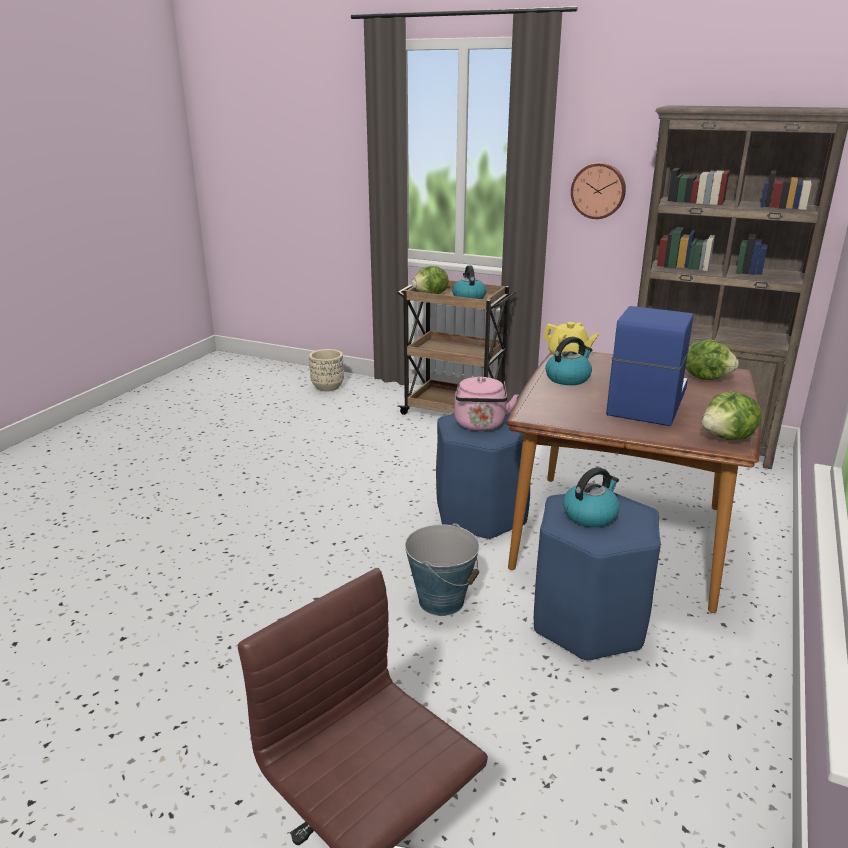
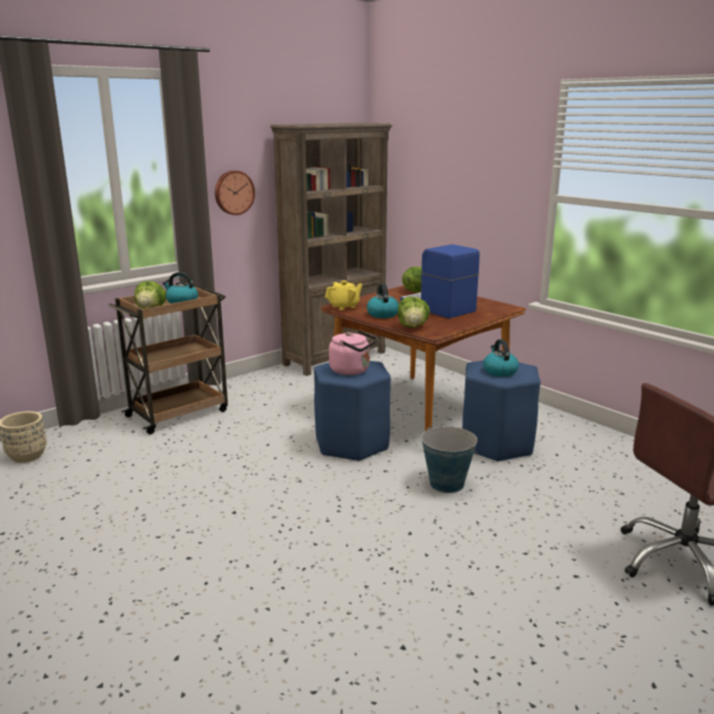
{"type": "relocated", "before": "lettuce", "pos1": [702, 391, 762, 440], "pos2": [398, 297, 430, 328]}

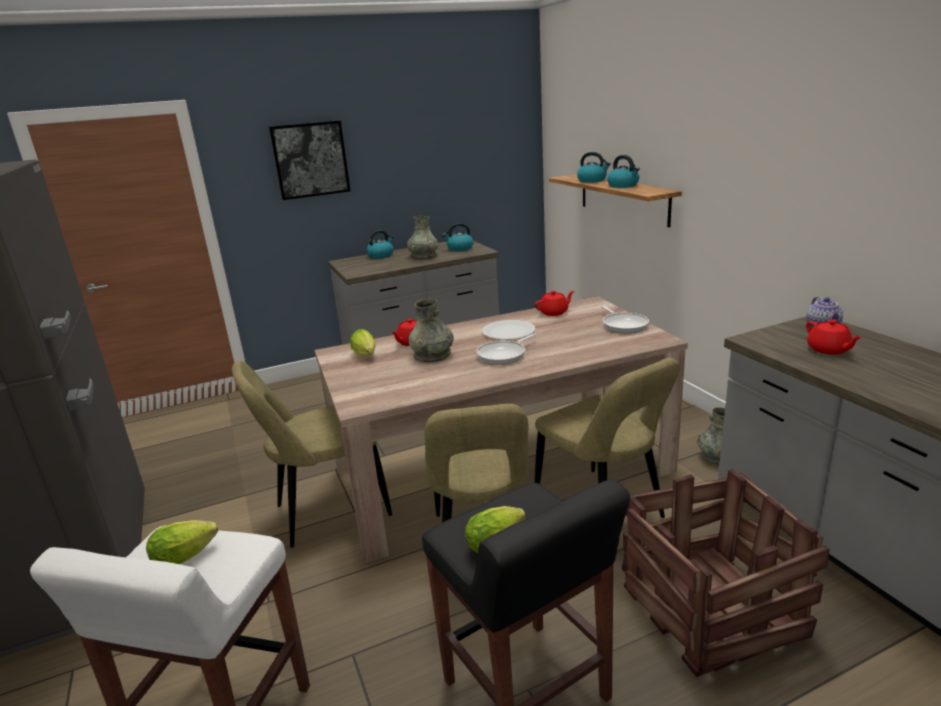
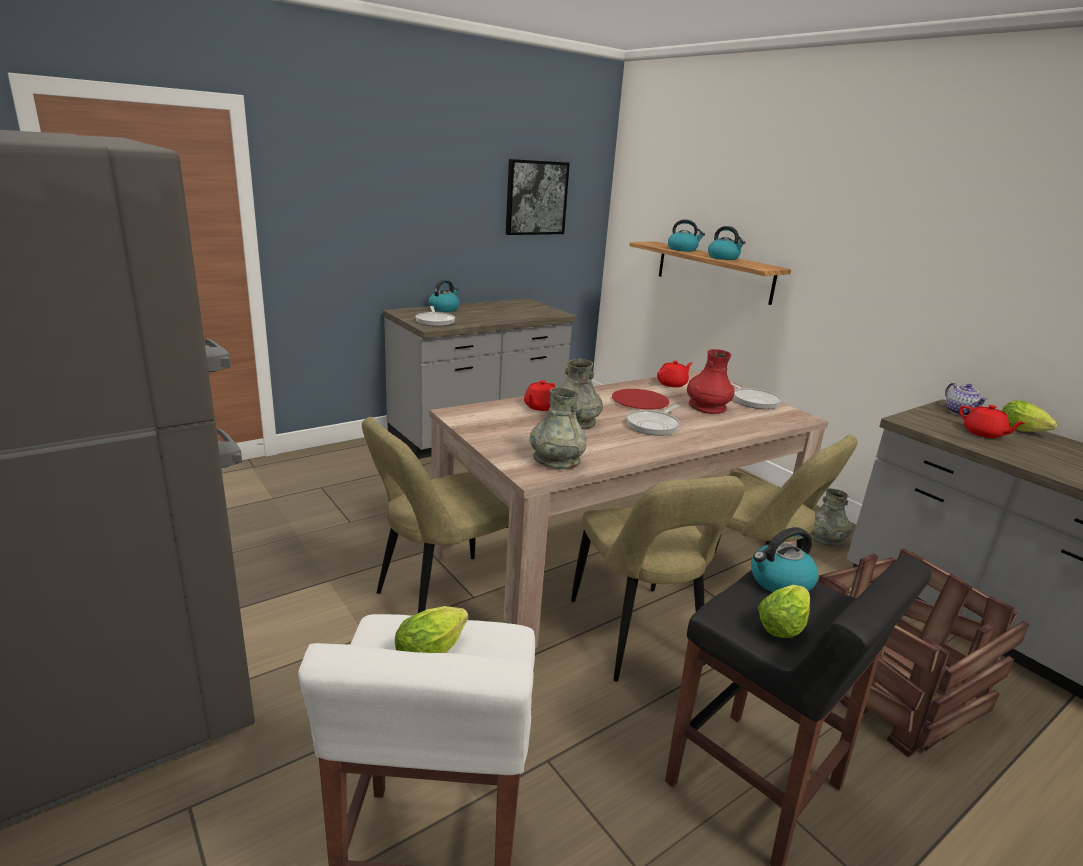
{"type": "relocated", "before": "picture", "pos1": [269, 120, 351, 200], "pos2": [506, 159, 570, 235]}
{"type": "relocated", "before": "lettuce", "pos1": [350, 329, 376, 356], "pos2": [1002, 400, 1057, 432]}
{"type": "relocated", "before": "gray flower vase", "pos1": [407, 216, 438, 259], "pos2": [529, 387, 587, 469]}
{"type": "relocated", "before": "water kettle", "pos1": [442, 223, 473, 251], "pos2": [751, 527, 819, 593]}
{"type": "colour", "before": "white flat dish", "after": "reddish flat dish", "pos1": [482, 320, 535, 340], "pos2": [612, 389, 669, 409]}
{"type": "appeared", "after": "frying pan", "pos2": [415, 306, 455, 326]}
{"type": "appeared", "after": "reddish flower vase", "pos2": [687, 349, 735, 414]}

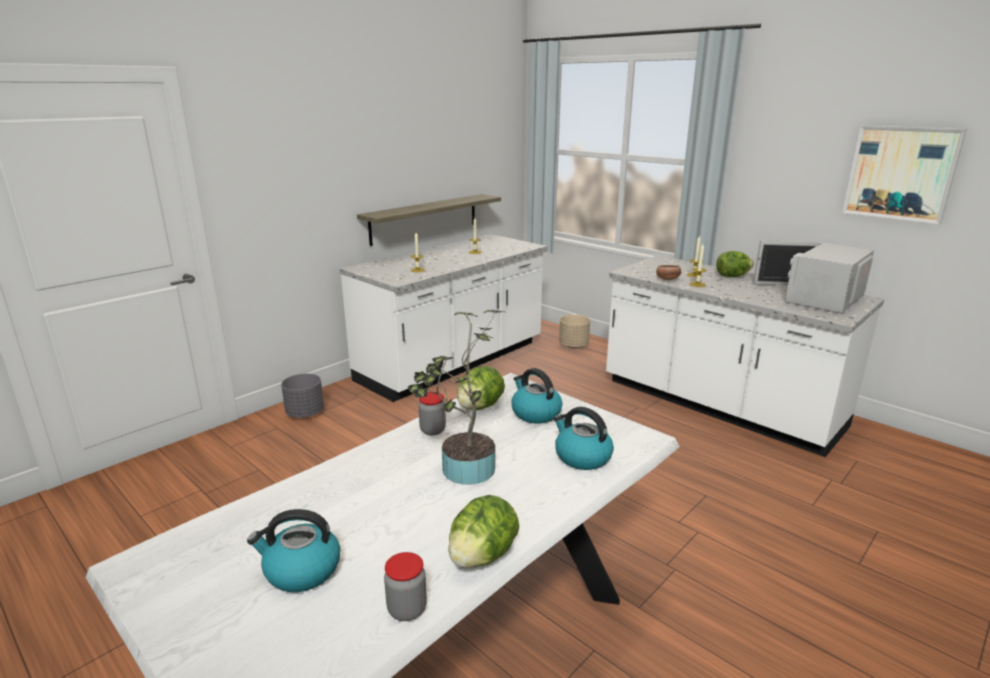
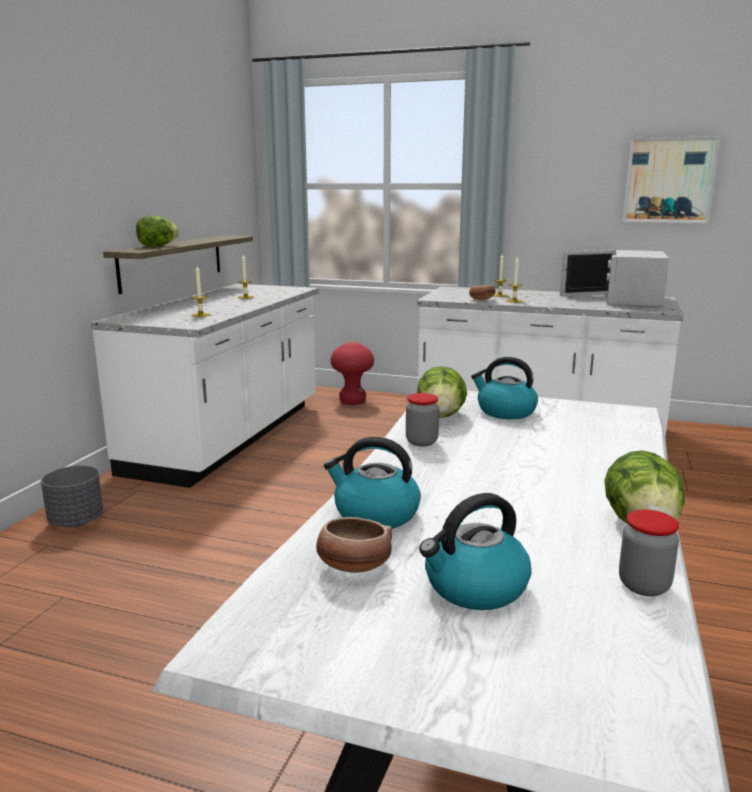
{"type": "missing", "before": "houseplant", "pos1": [408, 309, 505, 485]}
{"type": "relocated", "before": "water kettle", "pos1": [553, 407, 614, 470], "pos2": [324, 437, 421, 529]}
{"type": "exchanged", "before": "beige plant pot", "after": "reddish sitting stool", "pos1": [559, 314, 590, 348], "pos2": [330, 342, 374, 405]}
{"type": "relocated", "before": "lettuce", "pos1": [716, 251, 754, 277], "pos2": [136, 216, 179, 247]}
{"type": "appeared", "after": "bowl", "pos2": [316, 517, 392, 573]}

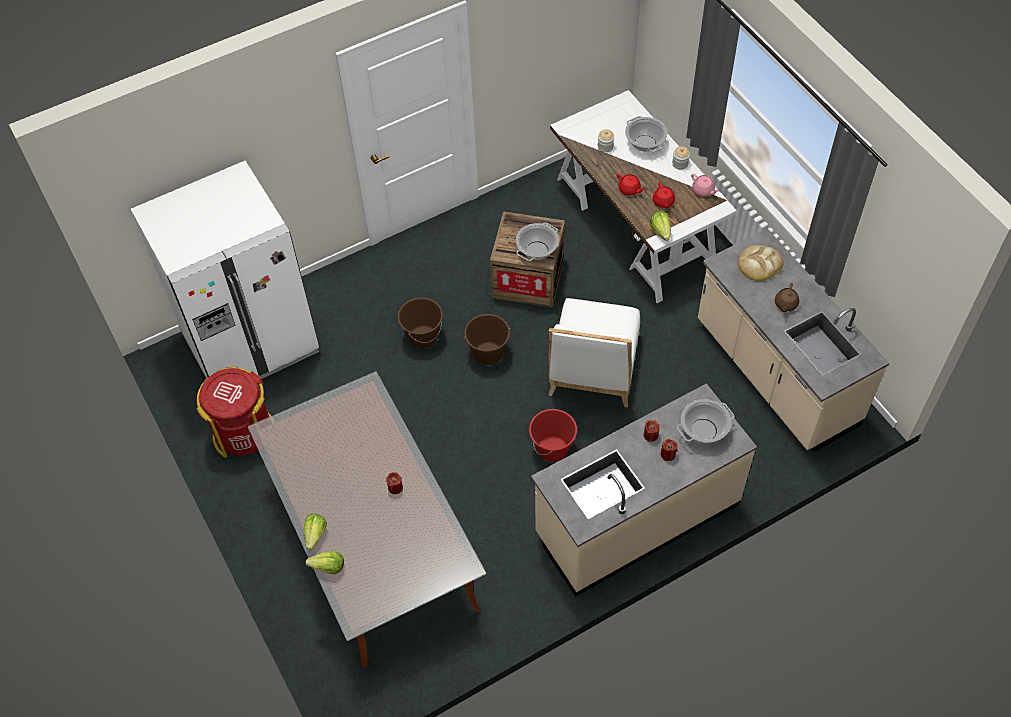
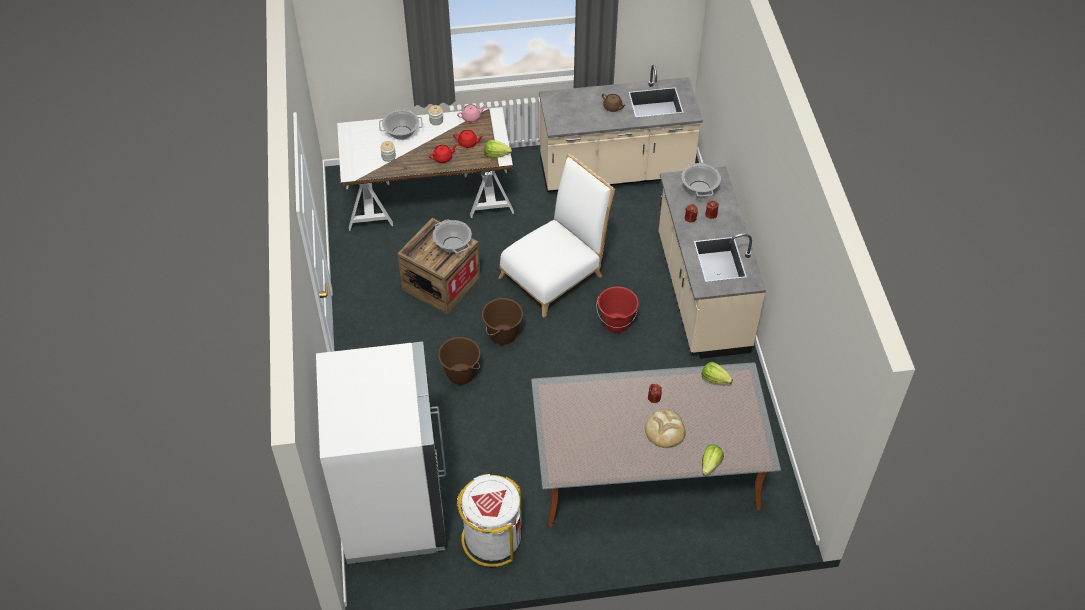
{"type": "colour", "before": "reddish rubbish bin", "after": "white rubbish bin", "pos1": [197, 367, 271, 458], "pos2": [457, 474, 522, 567]}
{"type": "relocated", "before": "lettuce", "pos1": [304, 514, 327, 551], "pos2": [701, 362, 733, 384]}
{"type": "spun", "before": "white chair", "pos1": [548, 298, 640, 407], "pos2": [499, 153, 615, 317], "turn": -75}
{"type": "relocated", "before": "bread", "pos1": [738, 245, 783, 281], "pos2": [645, 409, 686, 447]}

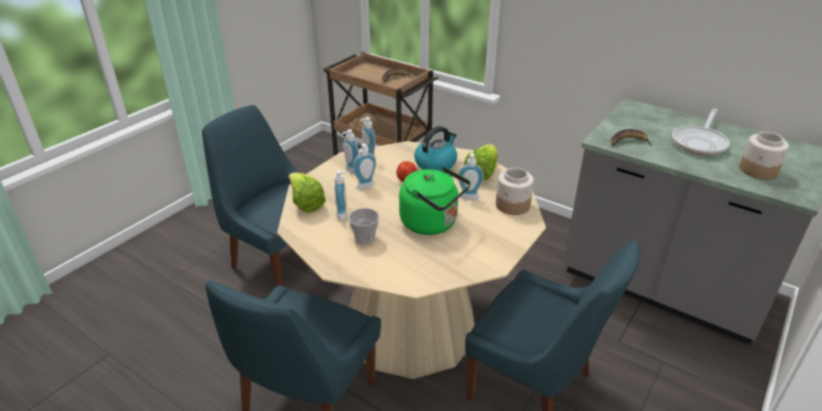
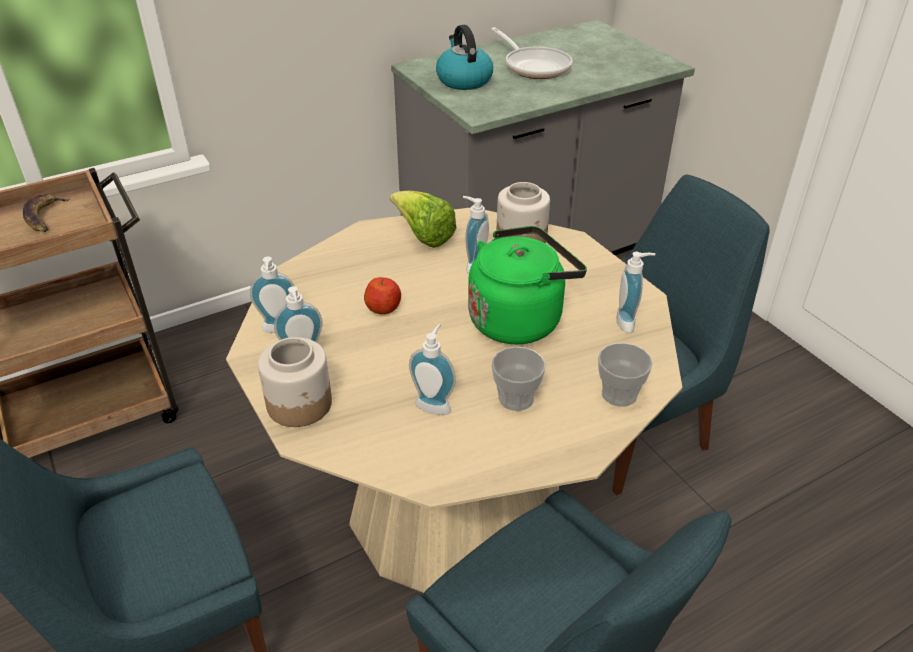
{"type": "missing", "before": "lettuce", "pos1": [288, 173, 326, 213]}
{"type": "relocated", "before": "liquid soap bottle", "pos1": [353, 144, 376, 189], "pos2": [616, 252, 655, 333]}
{"type": "relocated", "before": "water kettle", "pos1": [414, 126, 457, 171], "pos2": [436, 25, 493, 90]}
{"type": "missing", "before": "whole banana", "pos1": [611, 129, 653, 146]}
{"type": "relocated", "before": "jar", "pos1": [739, 132, 789, 180], "pos2": [258, 337, 332, 427]}
{"type": "appeared", "after": "drinking cup", "pos2": [598, 343, 653, 407]}

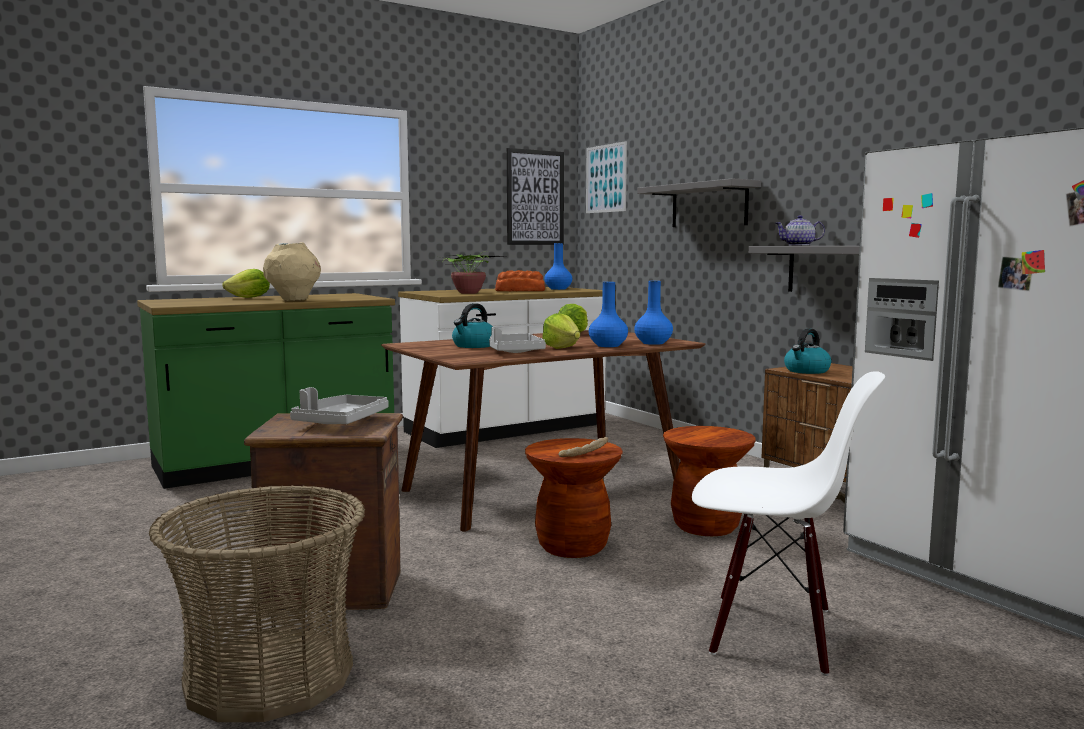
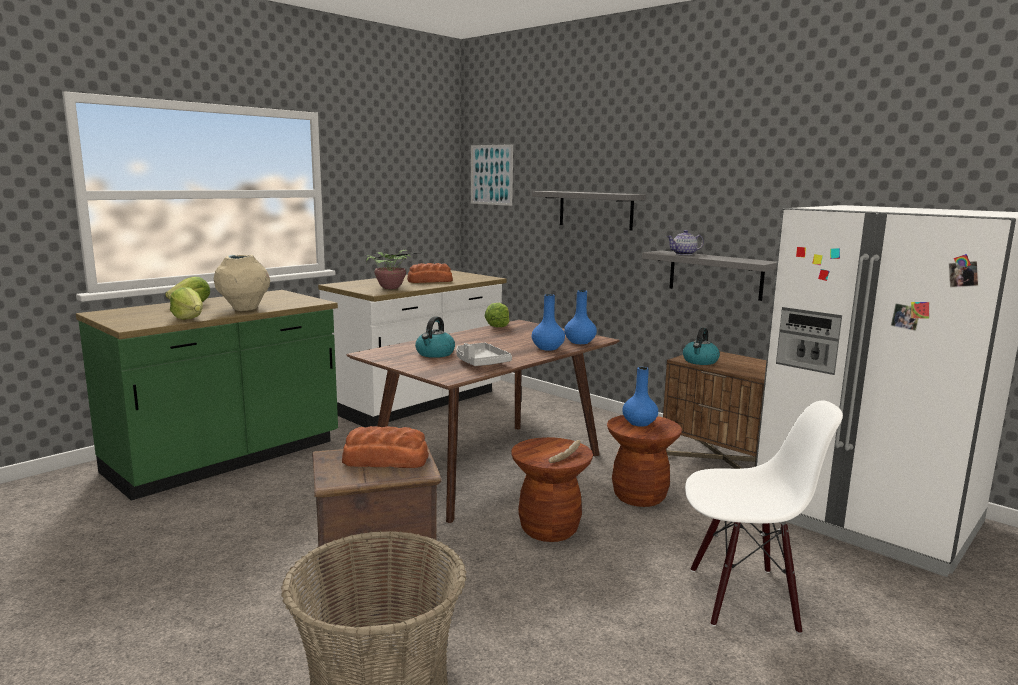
{"type": "exchanged", "before": "gray tray", "after": "bread", "pos1": [290, 387, 388, 424], "pos2": [342, 426, 429, 468]}
{"type": "missing", "before": "picture", "pos1": [507, 148, 564, 245]}
{"type": "relocated", "before": "lettuce", "pos1": [542, 313, 580, 349], "pos2": [170, 287, 203, 320]}
{"type": "relocated", "before": "blue flower vase", "pos1": [544, 243, 572, 290], "pos2": [622, 367, 658, 427]}

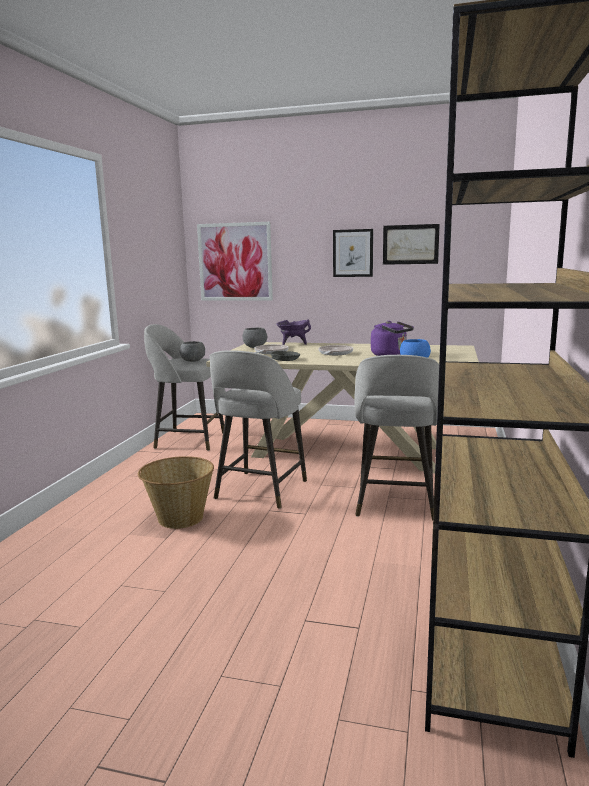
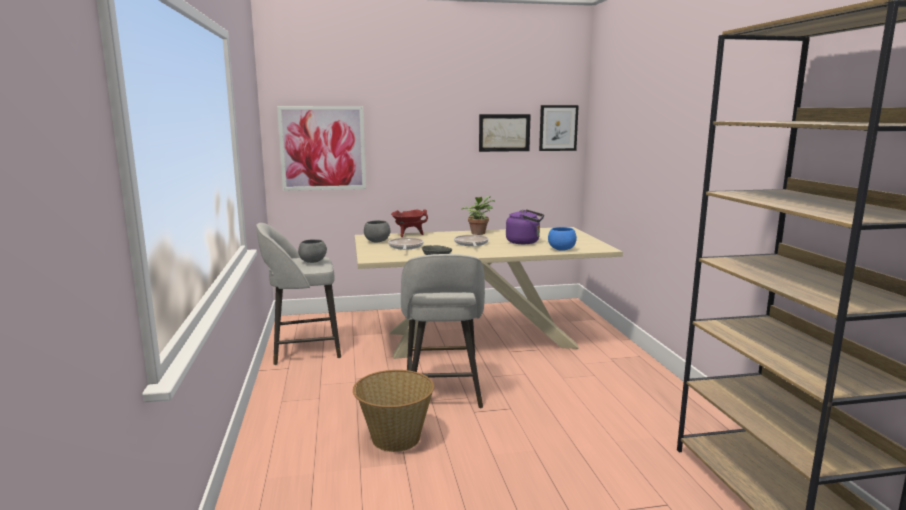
{"type": "colour", "before": "purplish stockpot", "after": "reddish stockpot", "pos1": [276, 319, 311, 345], "pos2": [391, 209, 428, 237]}
{"type": "relocated", "before": "picture", "pos1": [333, 229, 373, 277], "pos2": [539, 105, 579, 151]}
{"type": "missing", "before": "gray sitting stool", "pos1": [354, 355, 439, 520]}
{"type": "appeared", "after": "houseplant", "pos2": [462, 196, 495, 235]}

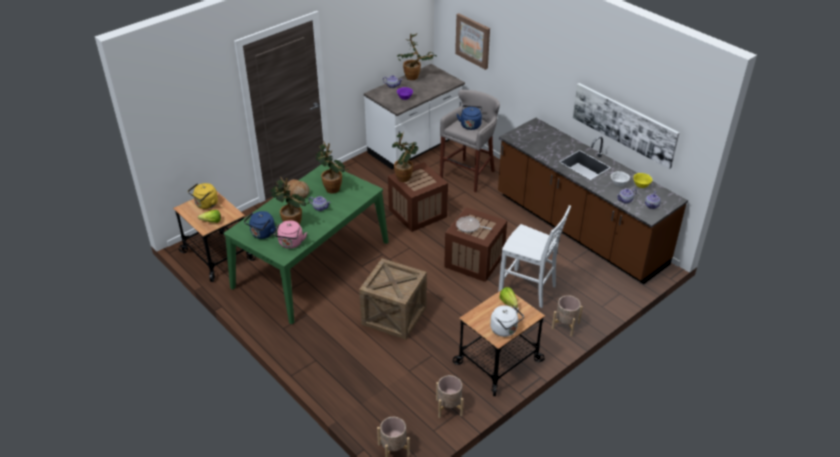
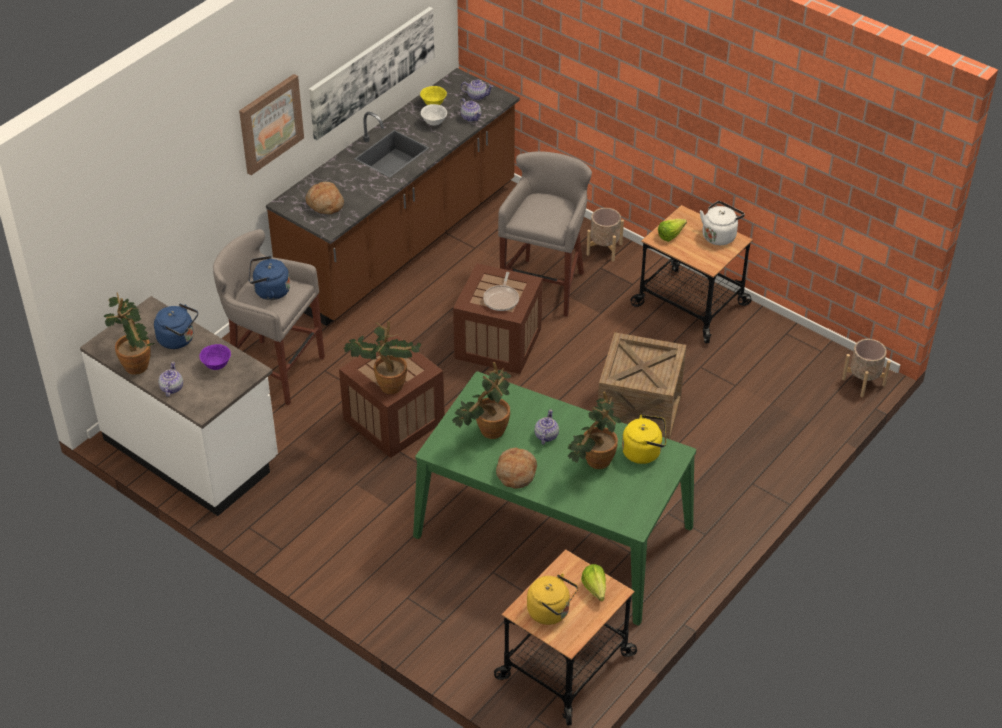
{"type": "relocated", "before": "blue water kettle", "pos1": [244, 211, 276, 239], "pos2": [154, 304, 198, 349]}
{"type": "colour", "before": "pink-coloured water kettle", "after": "yellow-coloured water kettle", "pos1": [274, 220, 307, 249], "pos2": [622, 415, 666, 464]}
{"type": "missing", "before": "beige plant pot", "pos1": [436, 375, 464, 418]}
{"type": "relocated", "before": "picture", "pos1": [455, 13, 490, 70], "pos2": [239, 74, 304, 175]}
{"type": "exchanged", "before": "white chair", "after": "gray sitting stool", "pos1": [498, 205, 571, 308], "pos2": [498, 151, 592, 317]}
{"type": "appeared", "after": "bread", "pos2": [305, 182, 344, 214]}

